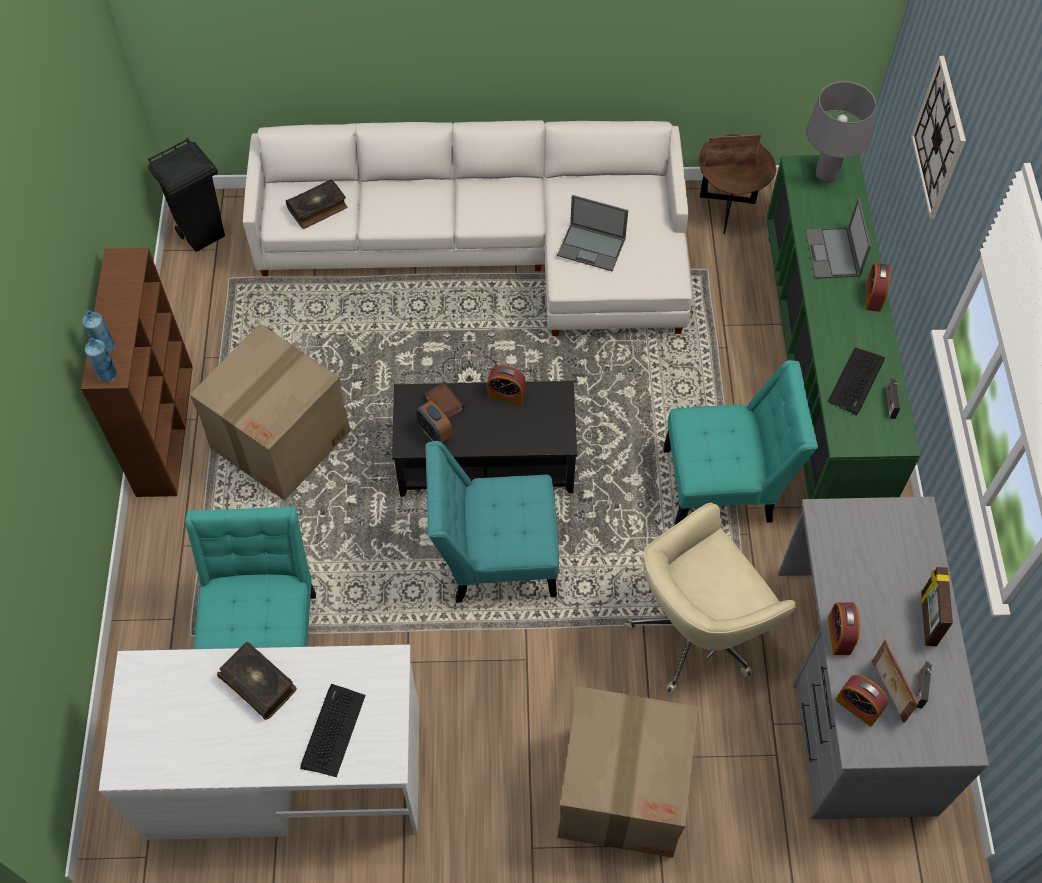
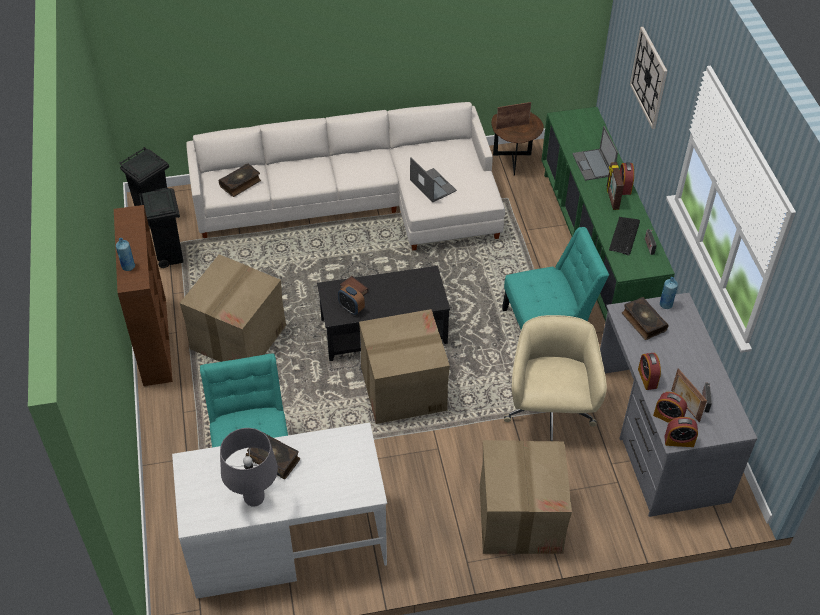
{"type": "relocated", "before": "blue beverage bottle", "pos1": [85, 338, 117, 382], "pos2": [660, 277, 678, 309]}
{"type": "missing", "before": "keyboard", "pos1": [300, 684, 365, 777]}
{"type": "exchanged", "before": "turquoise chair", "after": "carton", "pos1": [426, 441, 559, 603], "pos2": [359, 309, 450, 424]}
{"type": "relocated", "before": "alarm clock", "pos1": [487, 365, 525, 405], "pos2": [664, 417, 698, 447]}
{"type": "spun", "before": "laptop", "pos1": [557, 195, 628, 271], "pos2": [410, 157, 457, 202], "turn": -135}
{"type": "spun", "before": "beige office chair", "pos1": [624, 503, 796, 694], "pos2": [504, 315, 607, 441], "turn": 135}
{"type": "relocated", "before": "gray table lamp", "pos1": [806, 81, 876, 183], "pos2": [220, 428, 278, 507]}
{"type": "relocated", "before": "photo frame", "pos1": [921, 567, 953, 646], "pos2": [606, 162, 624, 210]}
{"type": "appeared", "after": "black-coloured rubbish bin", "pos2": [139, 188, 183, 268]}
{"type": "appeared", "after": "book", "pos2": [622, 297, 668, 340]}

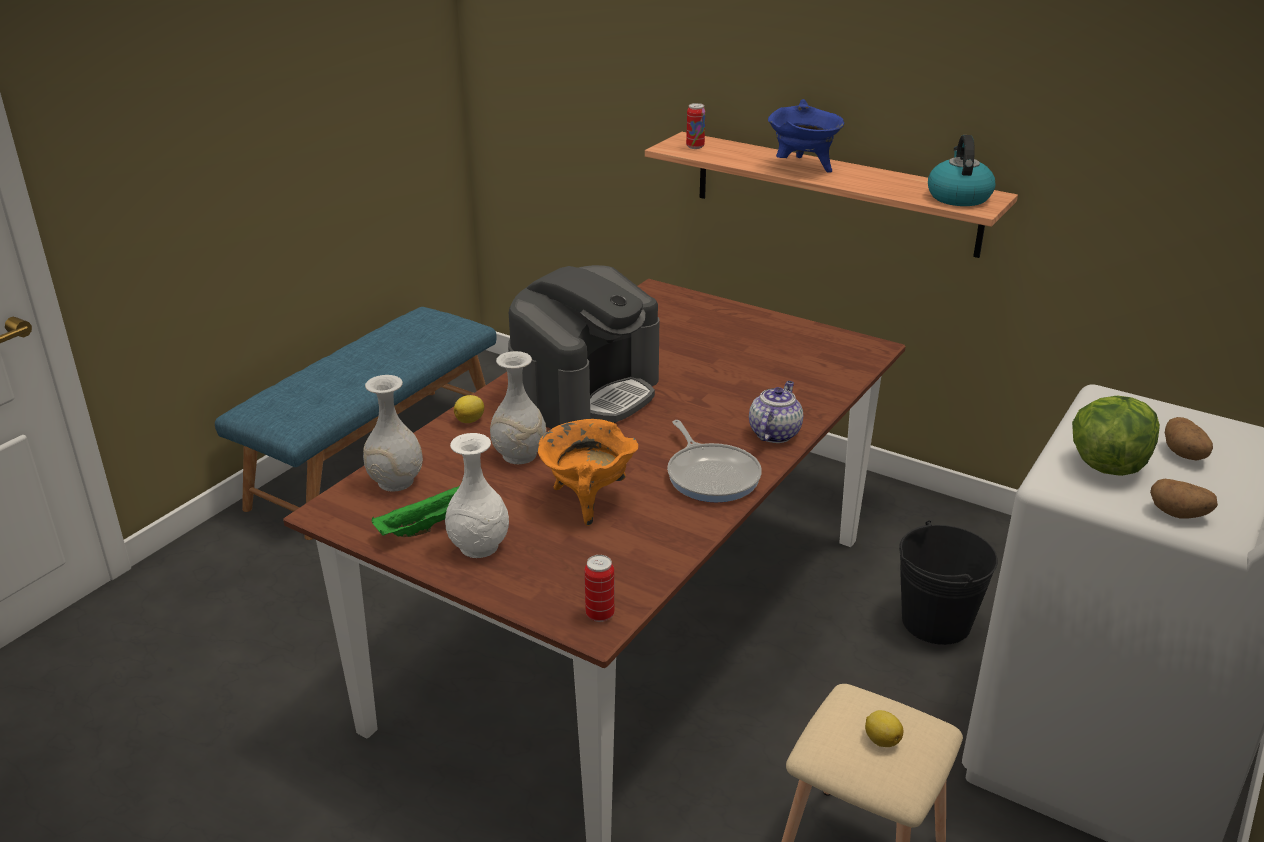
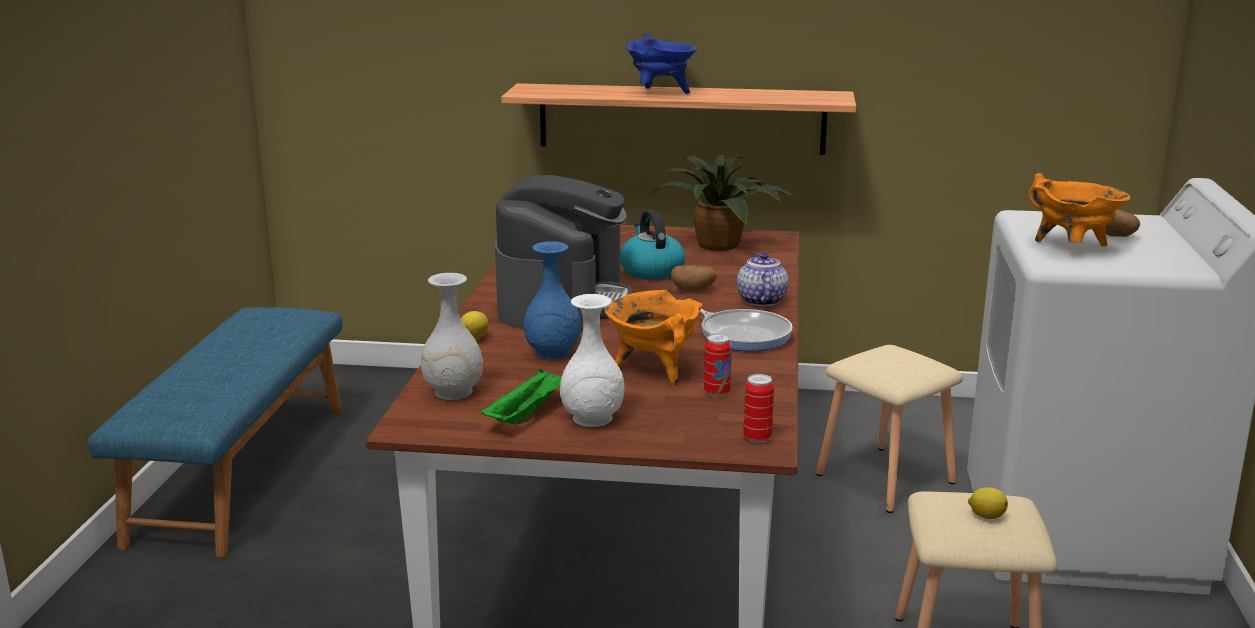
{"type": "colour", "before": "white flower vase", "after": "blue flower vase", "pos1": [490, 351, 546, 464], "pos2": [523, 241, 581, 360]}
{"type": "relocated", "before": "can", "pos1": [686, 103, 706, 149], "pos2": [704, 333, 732, 397]}
{"type": "exchanged", "before": "black-coloured bucket", "after": "beige sitting stool", "pos1": [899, 521, 998, 645], "pos2": [816, 345, 963, 513]}
{"type": "relocated", "before": "water kettle", "pos1": [928, 135, 995, 206], "pos2": [620, 210, 685, 280]}
{"type": "exchanged", "before": "lettuce", "after": "orangey stockpot", "pos1": [1072, 396, 1160, 476], "pos2": [1029, 173, 1130, 246]}
{"type": "relocated", "before": "potato", "pos1": [1150, 479, 1218, 519], "pos2": [671, 265, 717, 292]}
{"type": "appeared", "after": "houseplant", "pos2": [648, 155, 802, 251]}

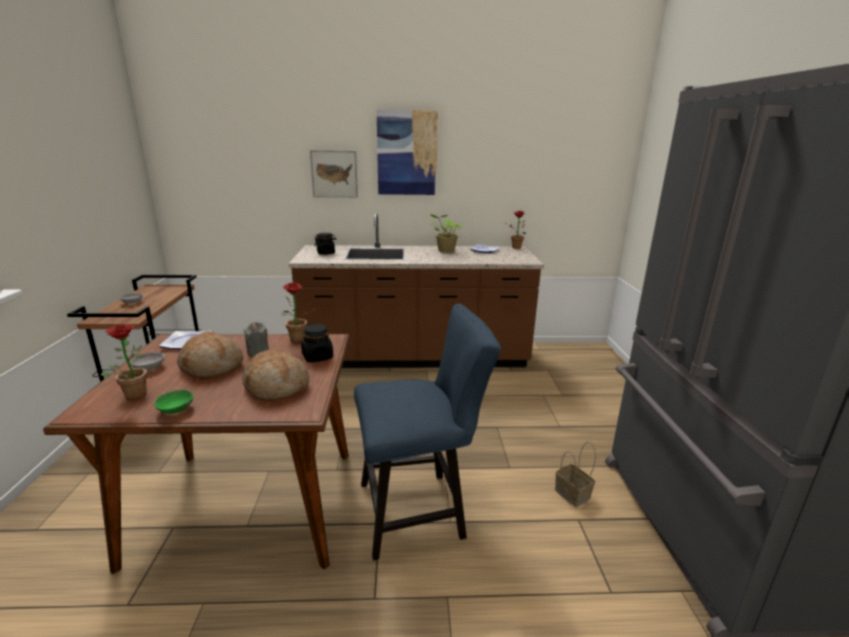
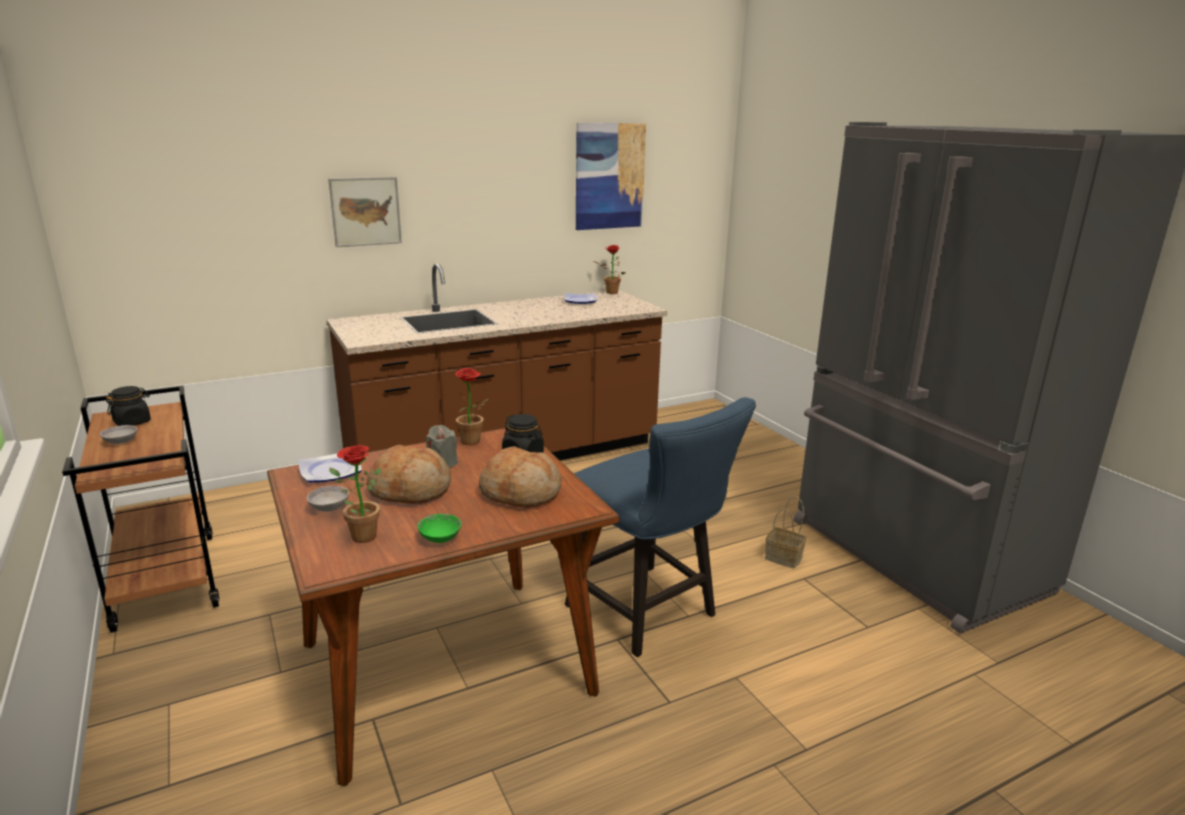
{"type": "relocated", "before": "black-coloured jar", "pos1": [314, 233, 337, 255], "pos2": [106, 386, 151, 426]}
{"type": "spun", "before": "blue chair", "pos1": [354, 304, 501, 561], "pos2": [565, 397, 756, 657], "turn": 90}
{"type": "relocated", "before": "picture", "pos1": [377, 110, 438, 195], "pos2": [576, 123, 646, 230]}
{"type": "missing", "before": "houseplant", "pos1": [428, 215, 462, 253]}

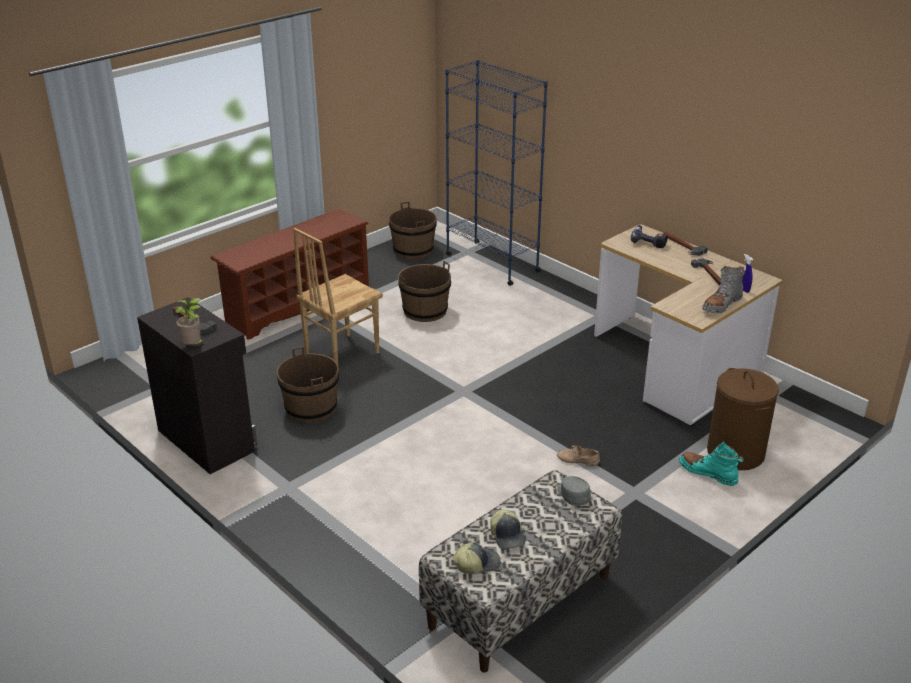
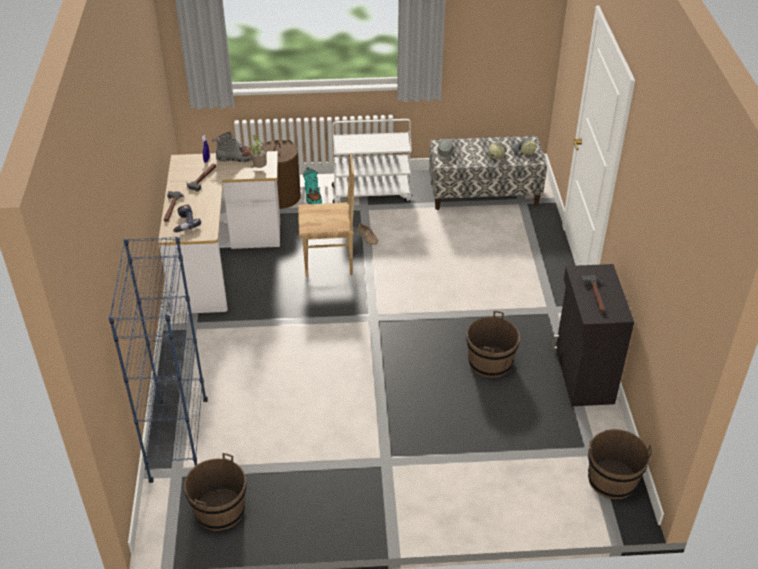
{"type": "relocated", "before": "houseplant", "pos1": [175, 298, 205, 345], "pos2": [248, 135, 267, 168]}
{"type": "missing", "before": "brownish shoe stand", "pos1": [210, 209, 369, 340]}
{"type": "relocated", "before": "brownish chair", "pos1": [293, 228, 383, 368], "pos2": [298, 153, 354, 277]}
{"type": "relocated", "before": "brownish bucket", "pos1": [398, 261, 451, 322], "pos2": [588, 429, 652, 499]}
{"type": "appeared", "after": "white cart", "pos2": [332, 119, 412, 203]}

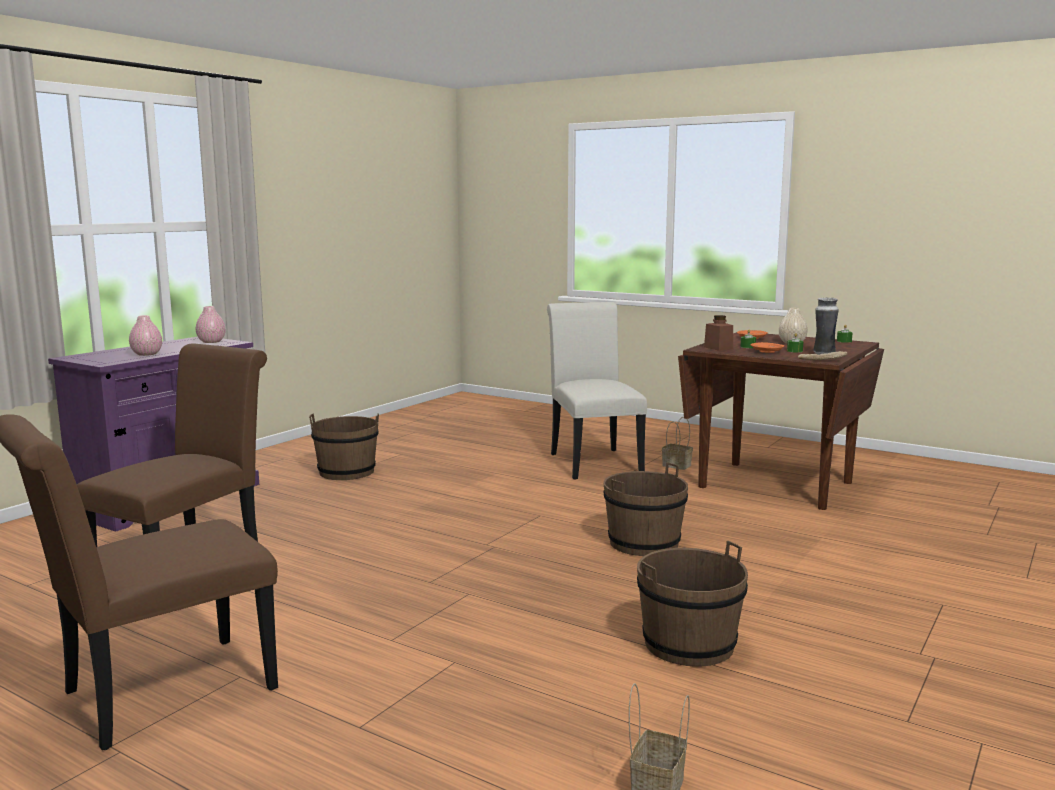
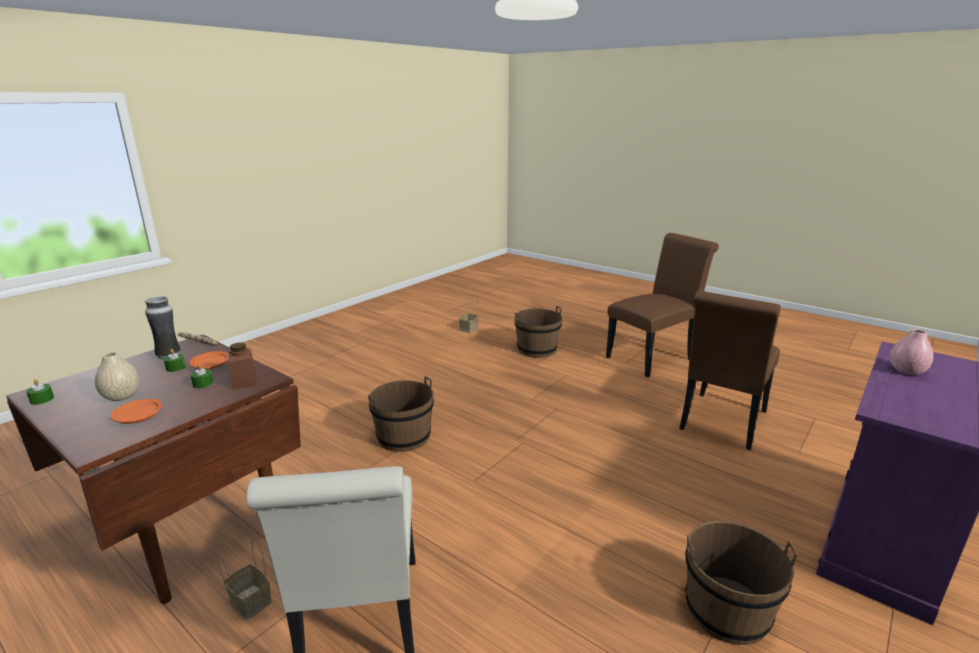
{"type": "missing", "before": "pink-coloured flower vase", "pos1": [196, 306, 226, 343]}
{"type": "relocated", "before": "brownish bucket", "pos1": [637, 541, 748, 666], "pos2": [514, 306, 562, 358]}

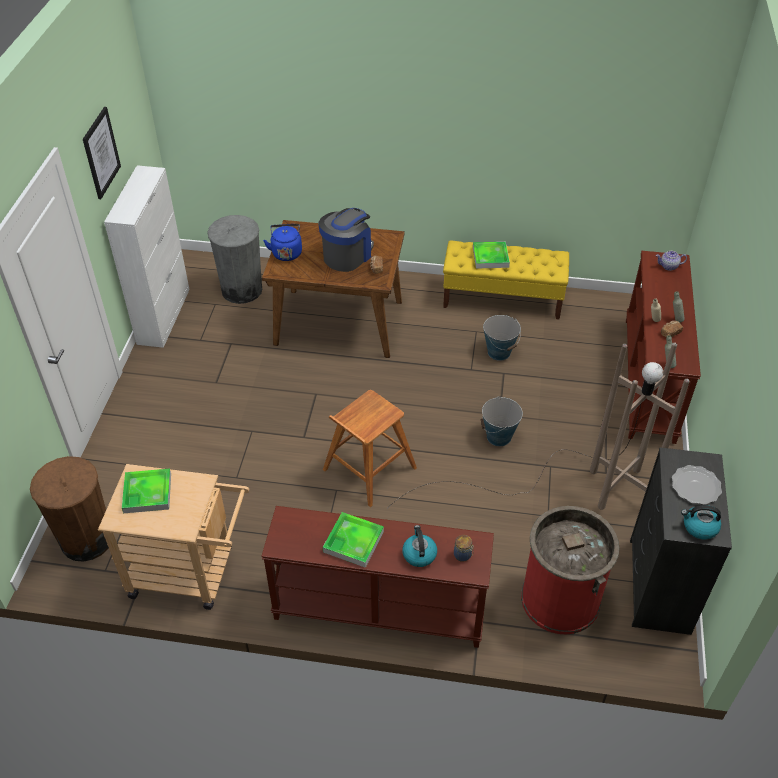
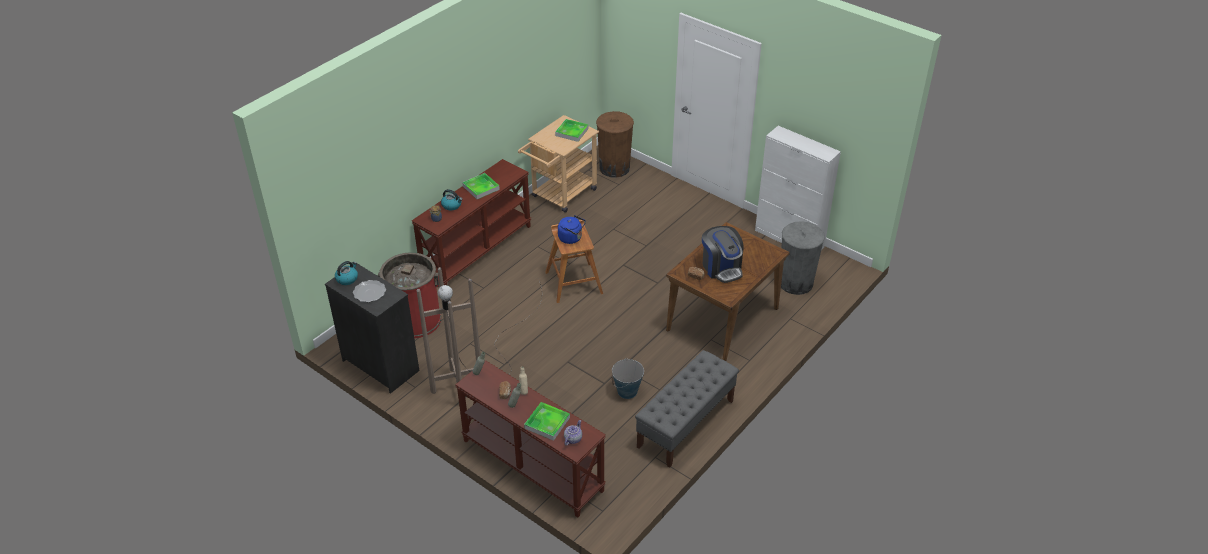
{"type": "missing", "before": "picture", "pos1": [83, 107, 121, 199]}
{"type": "relocated", "before": "blue water kettle", "pos1": [263, 224, 302, 261], "pos2": [558, 215, 586, 244]}
{"type": "colour", "before": "yellow-coloured indoor bench", "after": "gray indoor bench", "pos1": [443, 241, 569, 320], "pos2": [635, 350, 739, 468]}
{"type": "relocated", "before": "tray", "pos1": [473, 242, 510, 269], "pos2": [524, 402, 570, 441]}
{"type": "missing", "before": "bucket", "pos1": [481, 396, 523, 446]}

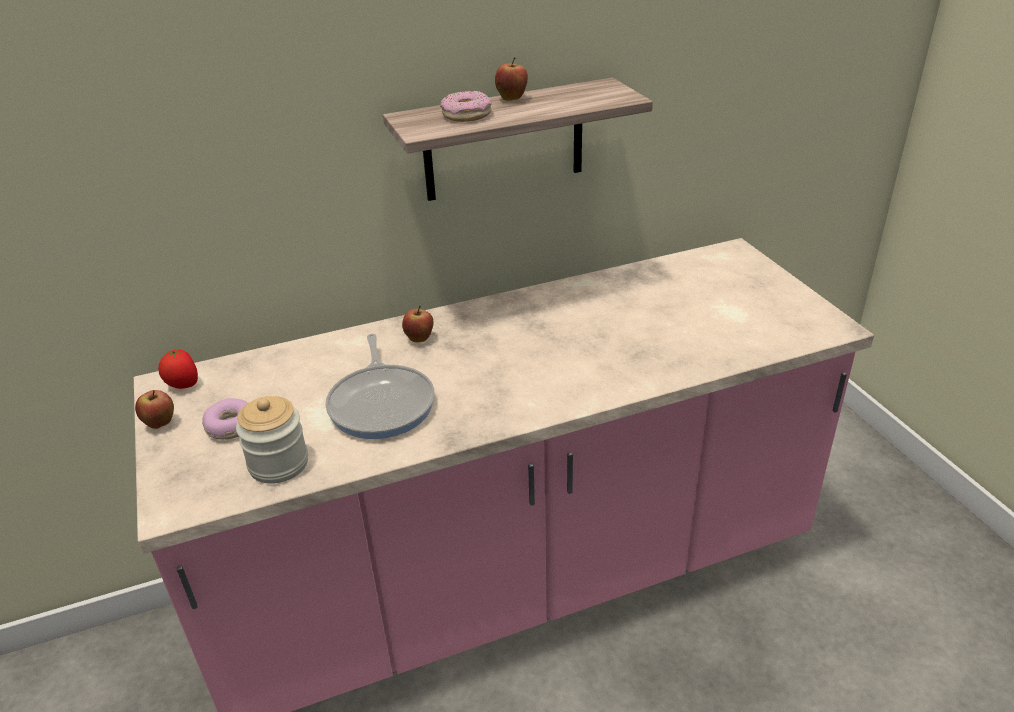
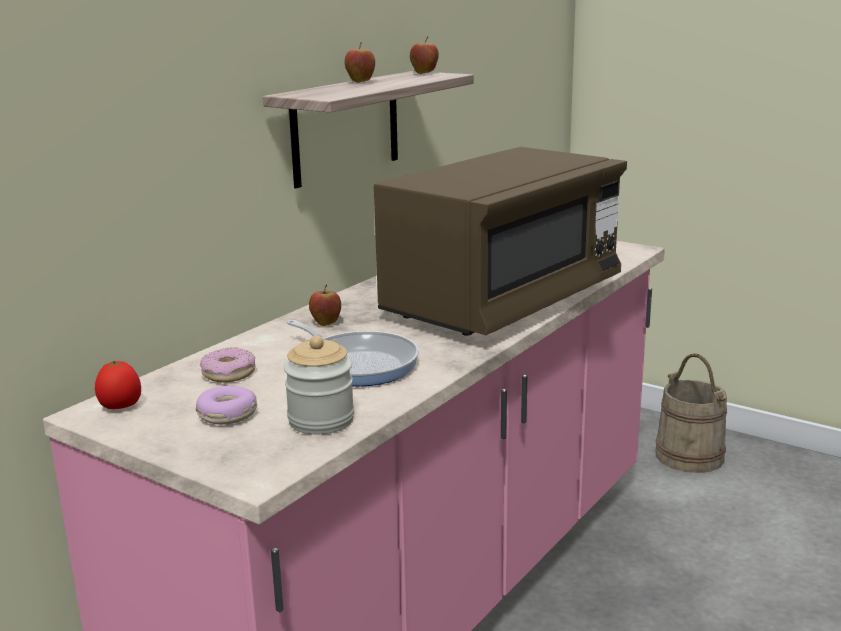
{"type": "relocated", "before": "whole apple", "pos1": [135, 390, 174, 429], "pos2": [410, 36, 439, 74]}
{"type": "relocated", "before": "doughnut", "pos1": [440, 91, 492, 122], "pos2": [200, 347, 255, 382]}
{"type": "appeared", "after": "brownish microwave", "pos2": [374, 147, 627, 336]}
{"type": "appeared", "after": "beige bucket", "pos2": [655, 353, 727, 473]}

